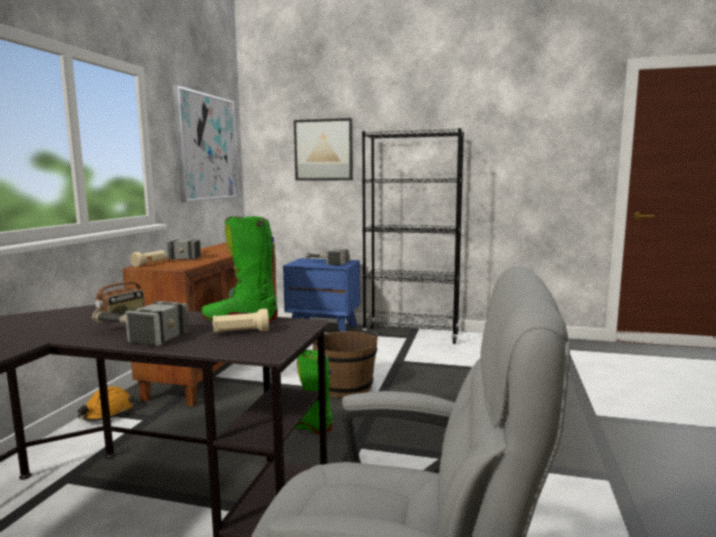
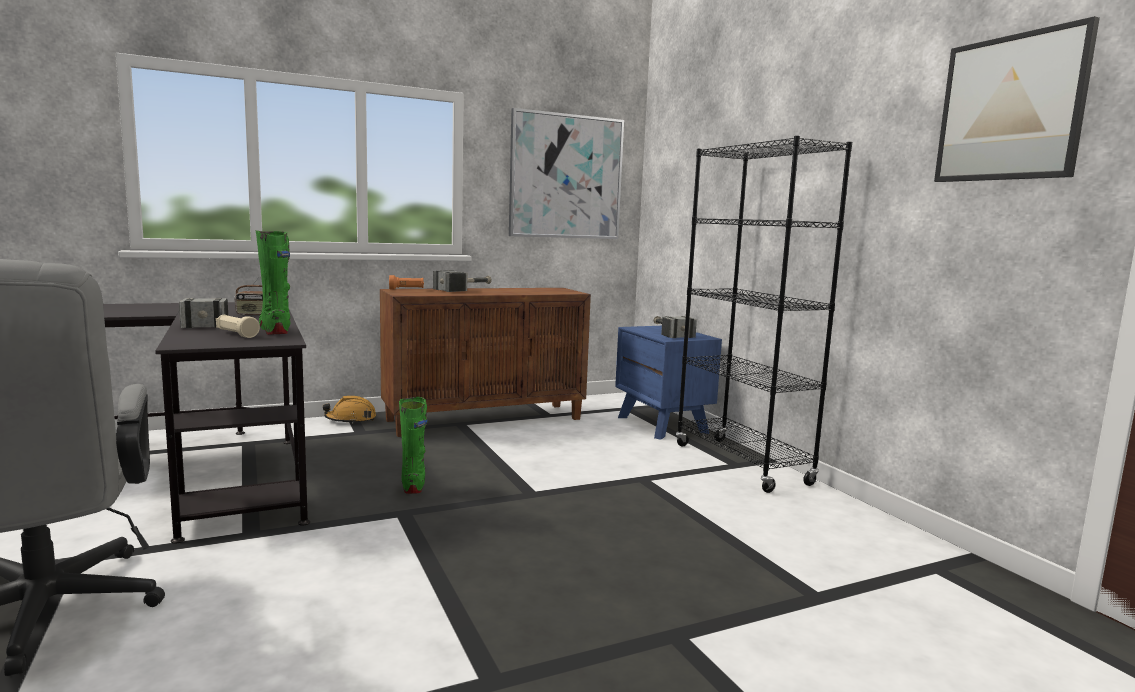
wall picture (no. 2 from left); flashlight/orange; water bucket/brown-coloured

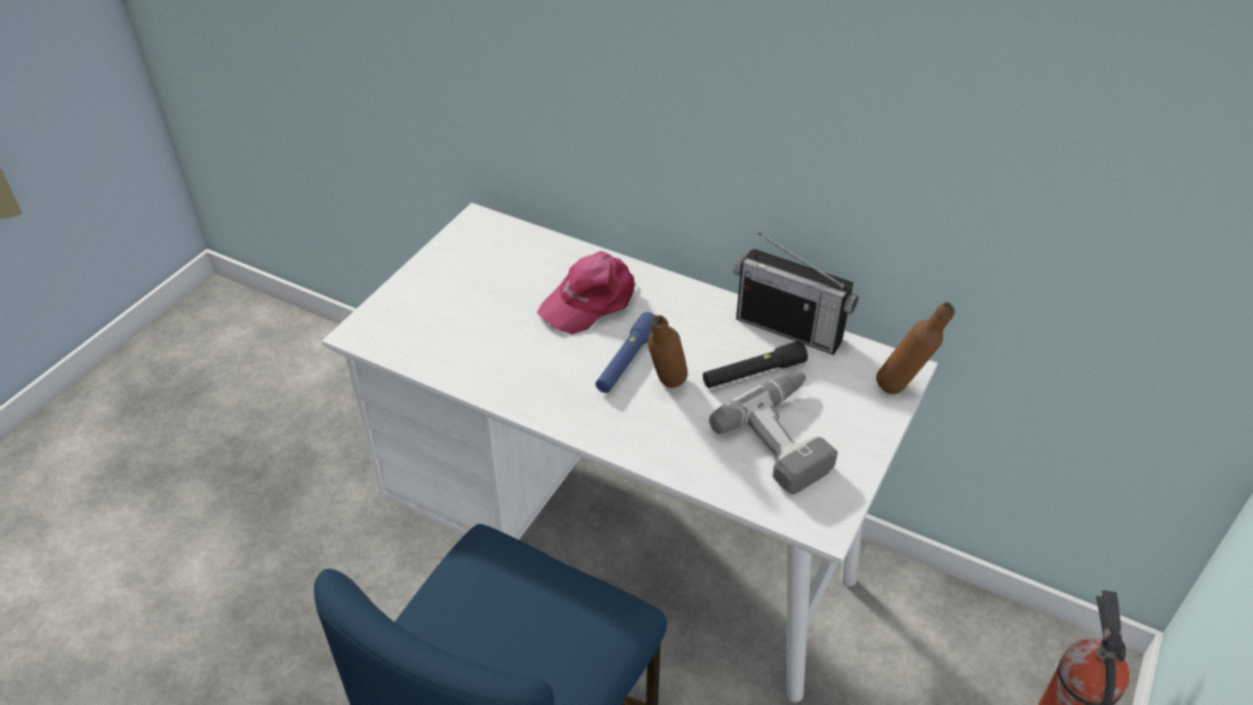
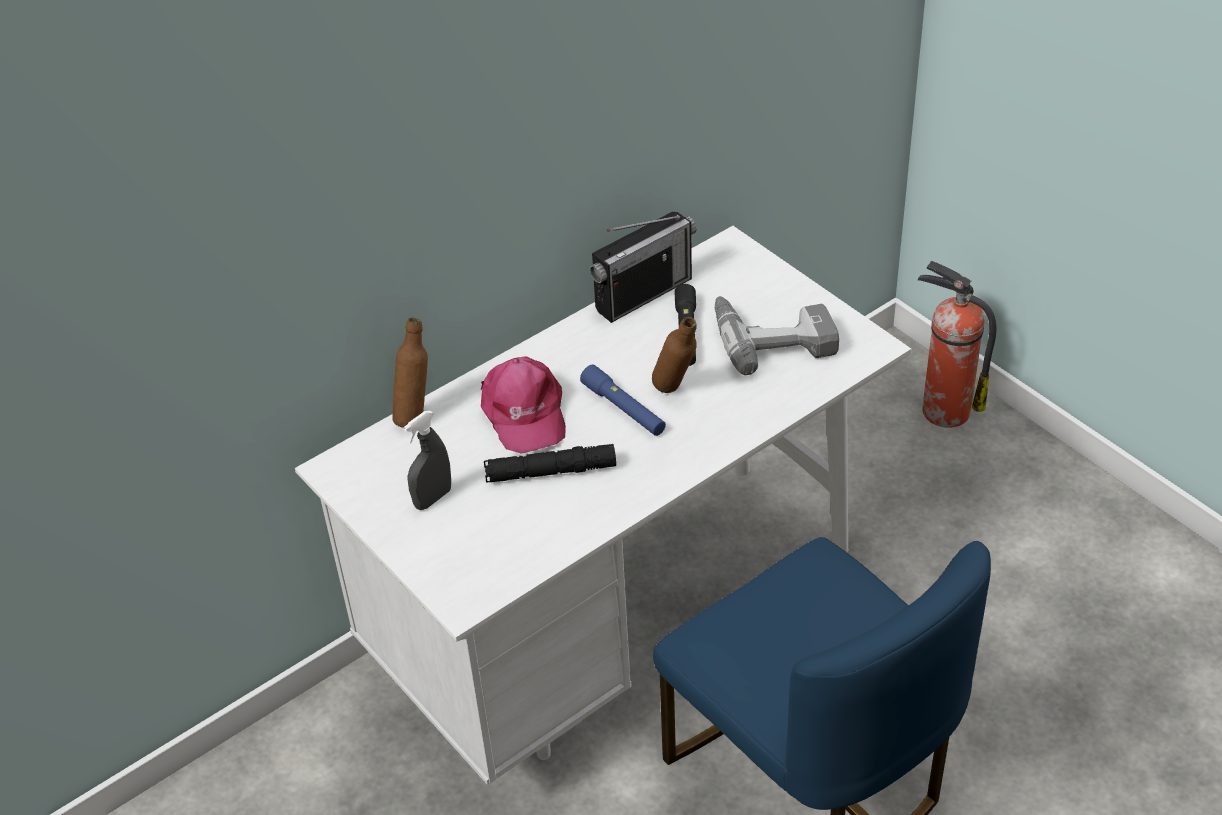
bottle/brown-coloured (no. 1 from left); hand sprayer/gray; flashlight/blackish (no. 1 from left)

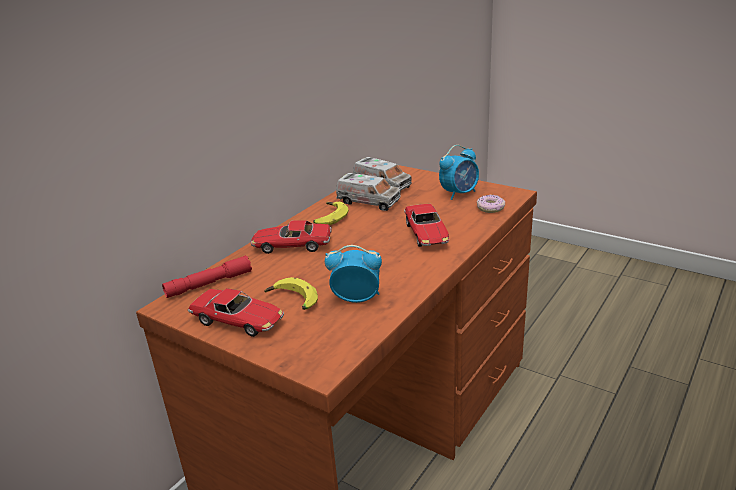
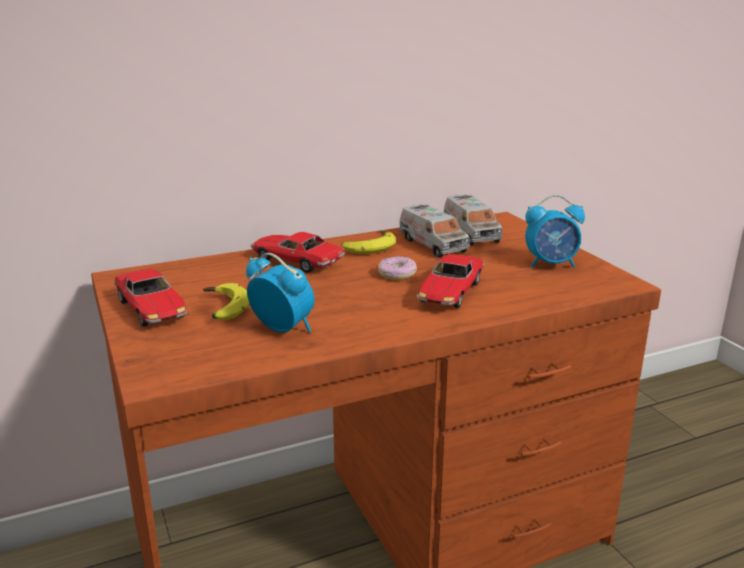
doughnut; flashlight/red

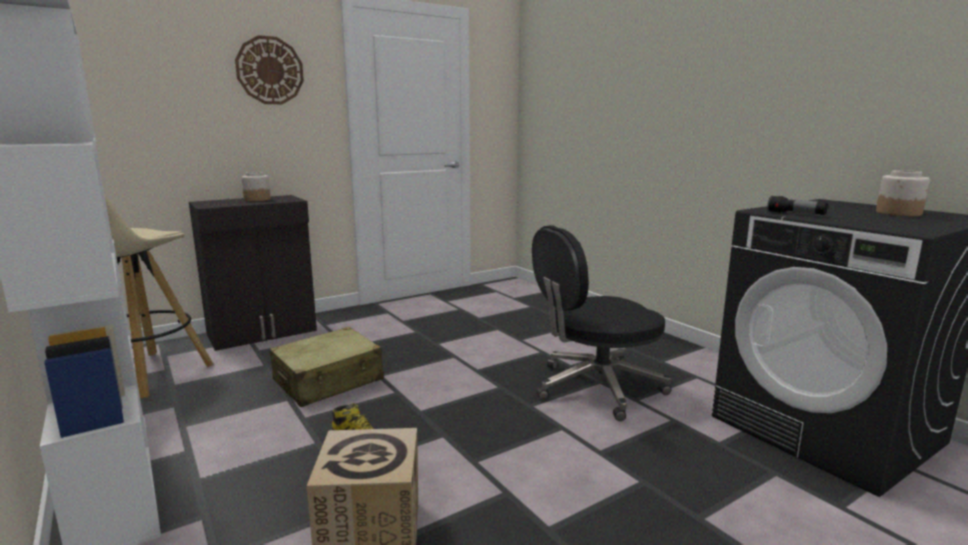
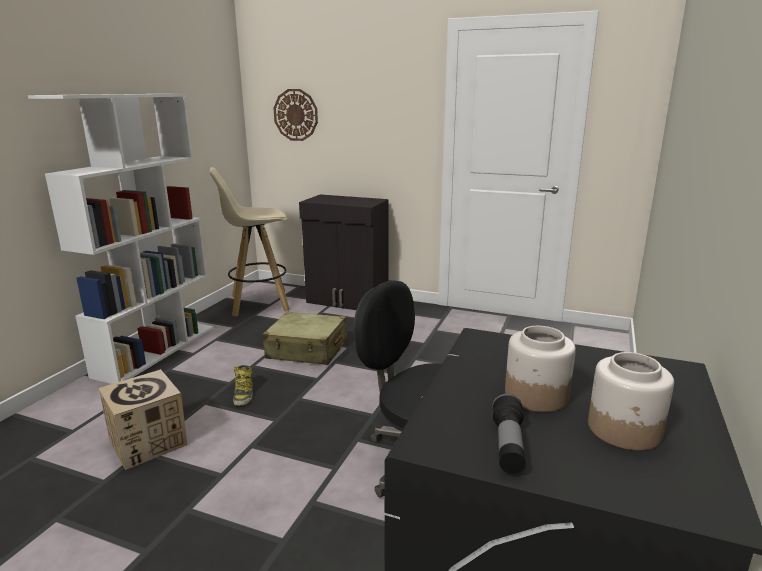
clock on the wall; preserve jar (no. 1 from left); flashlight

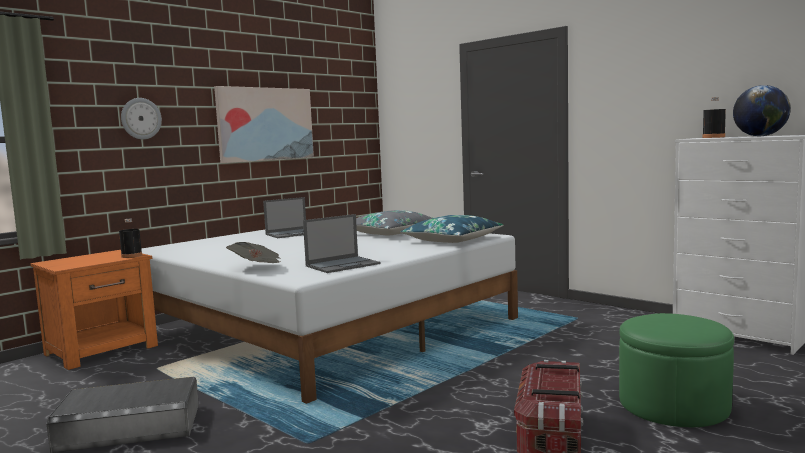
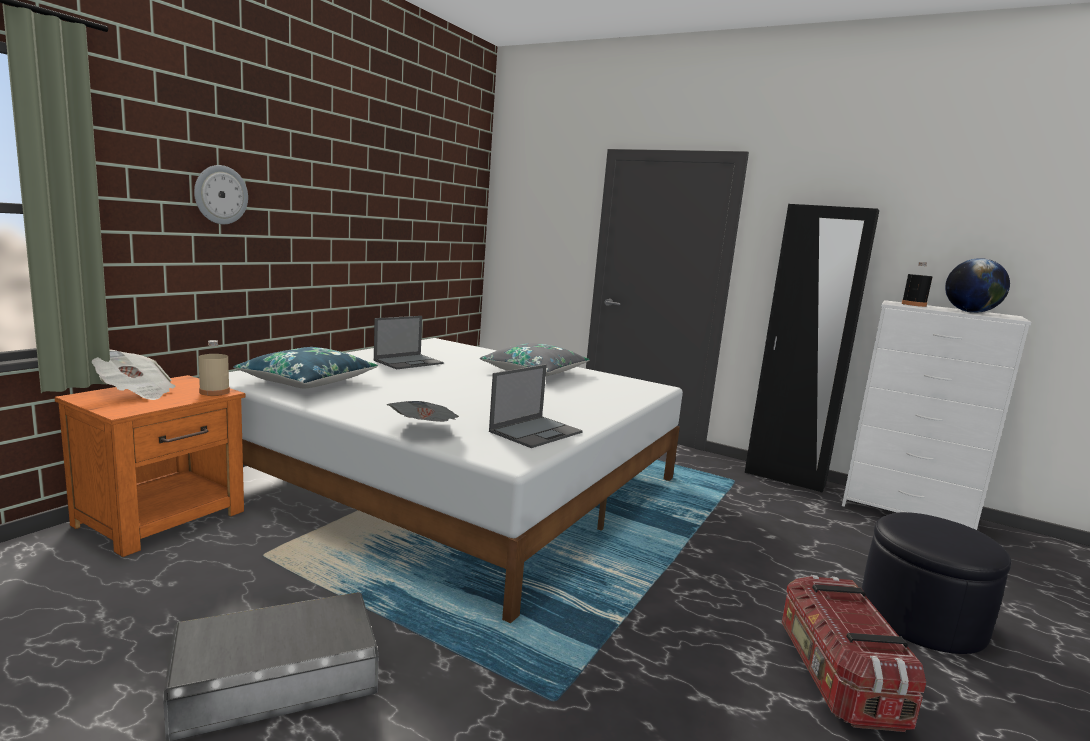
wall picture; cushion/bluish; bottle/sand-coloured; footrest/blackish; armoire/blackish; daily paper (no. 1 from left)

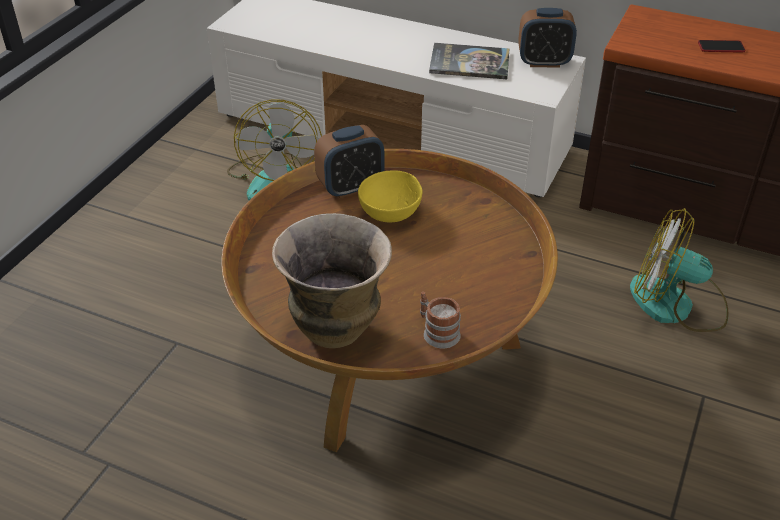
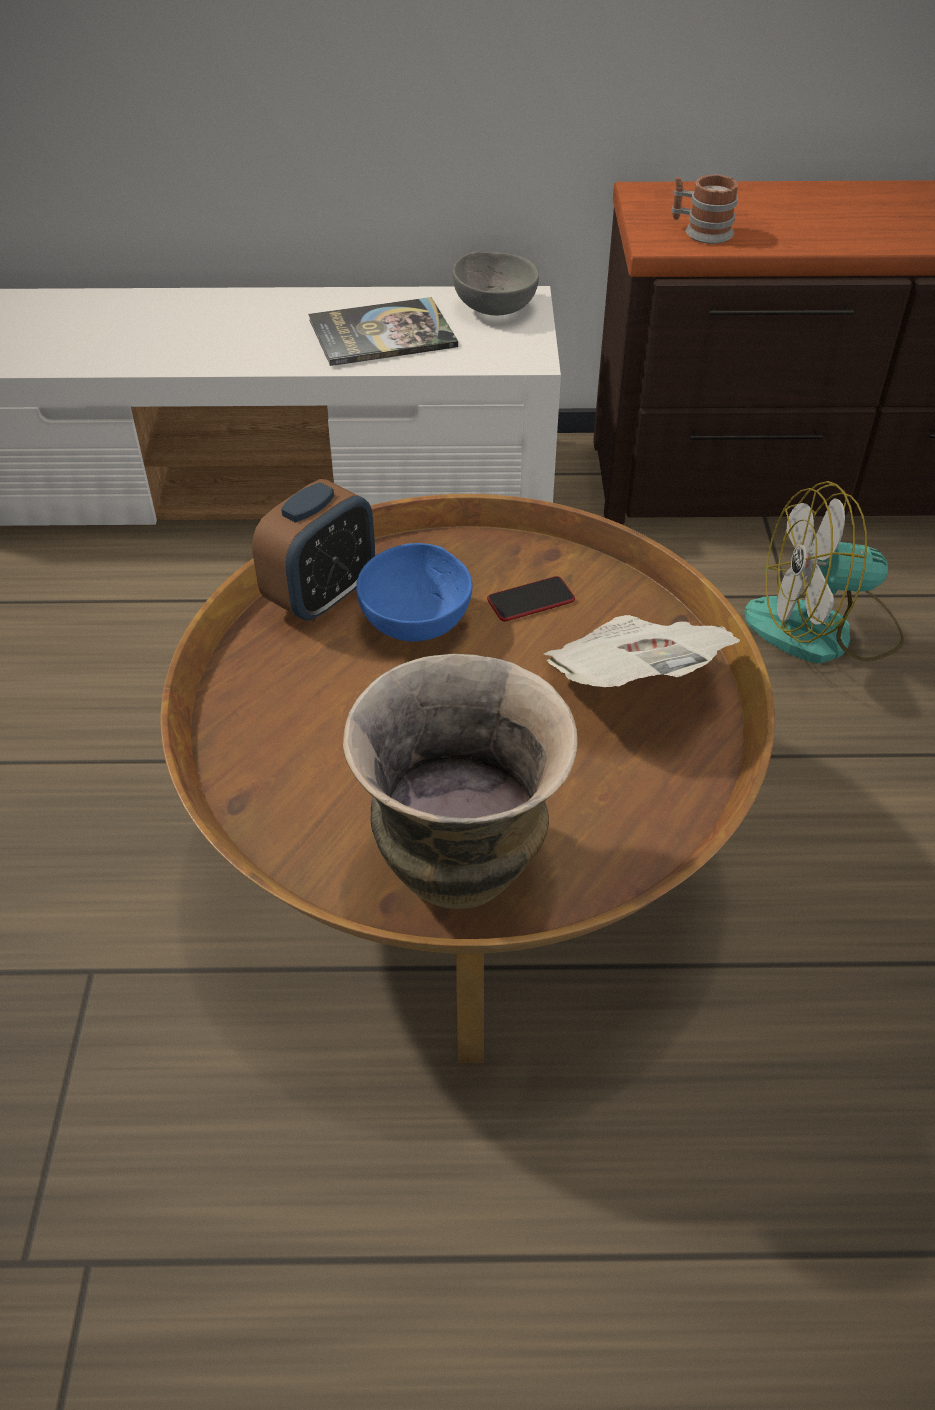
bowl/gray; telephone; cooling fan (no. 1 from left in the first image); bowl/bluish; coffee mug; daily paper

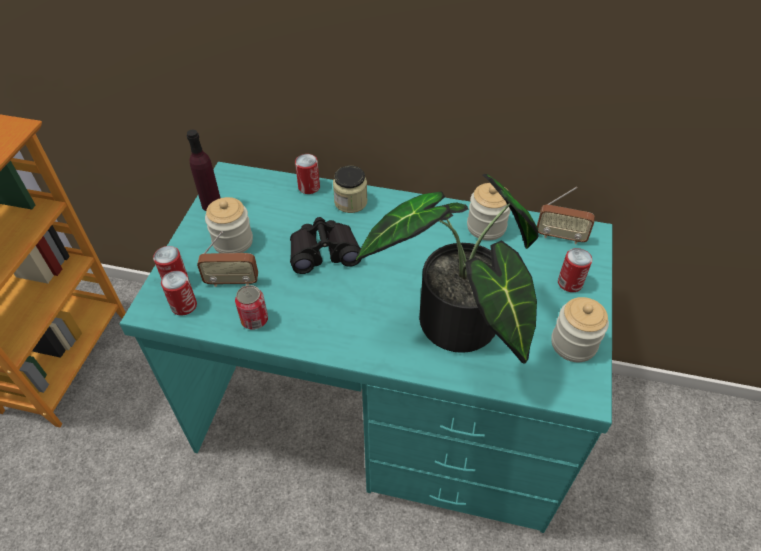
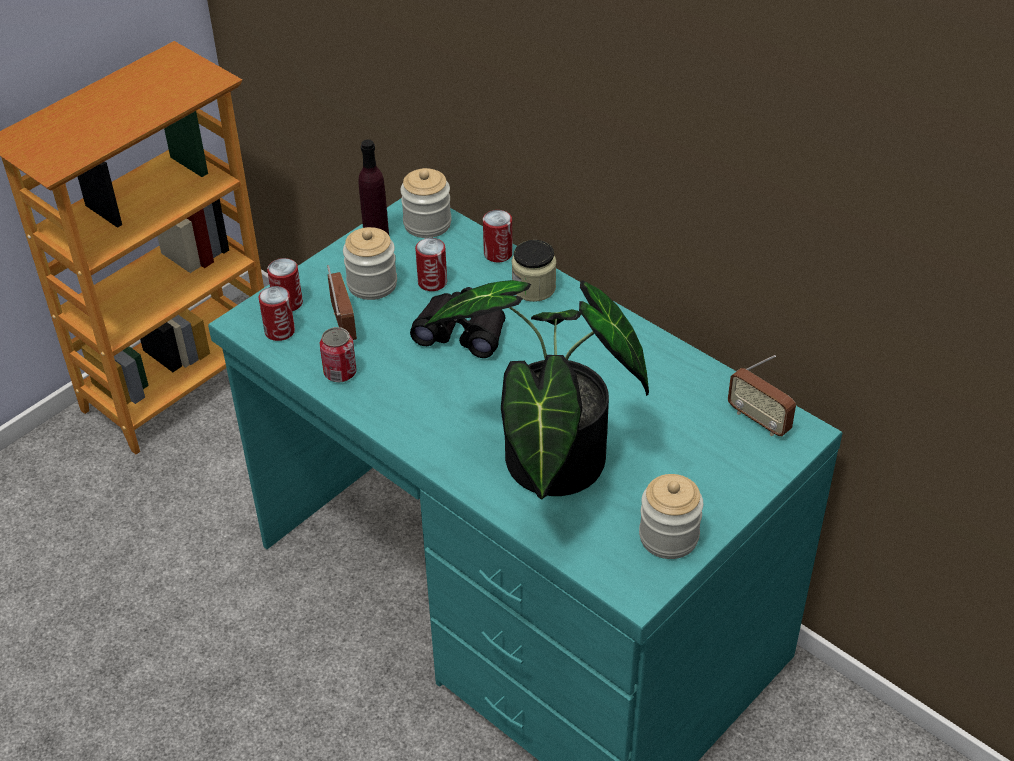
preserve jar (no. 2 from left); radio set (no. 1 from left); can (no. 4 from left)

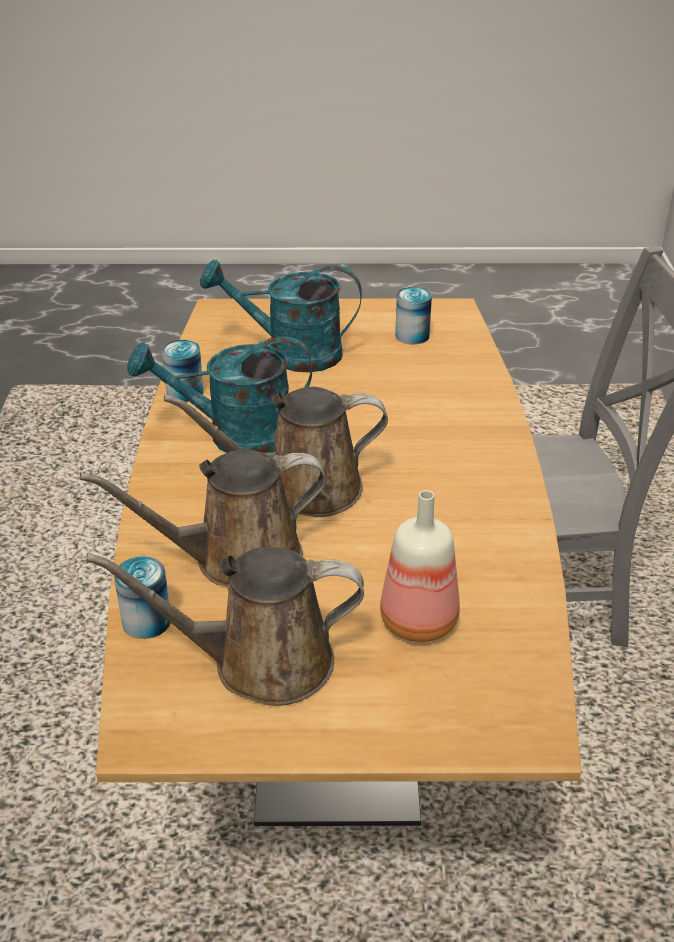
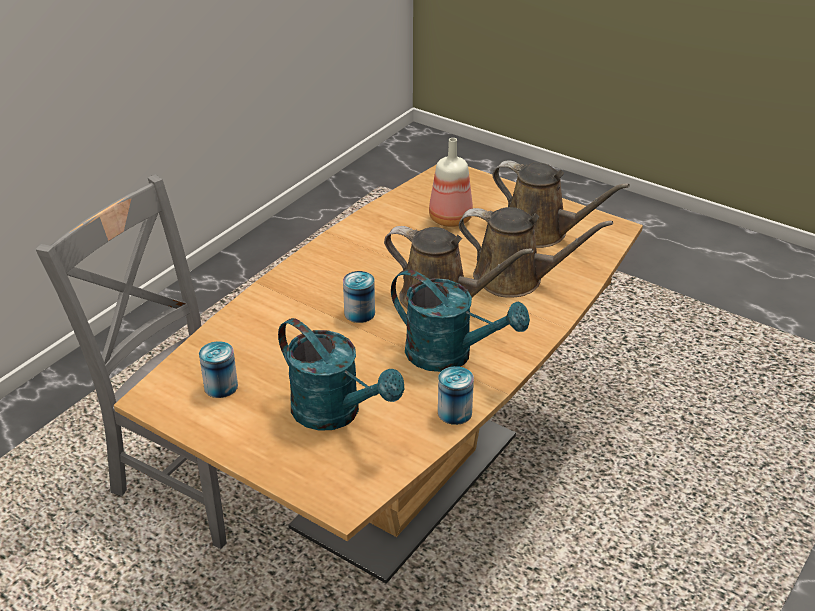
can (no. 2 from left)

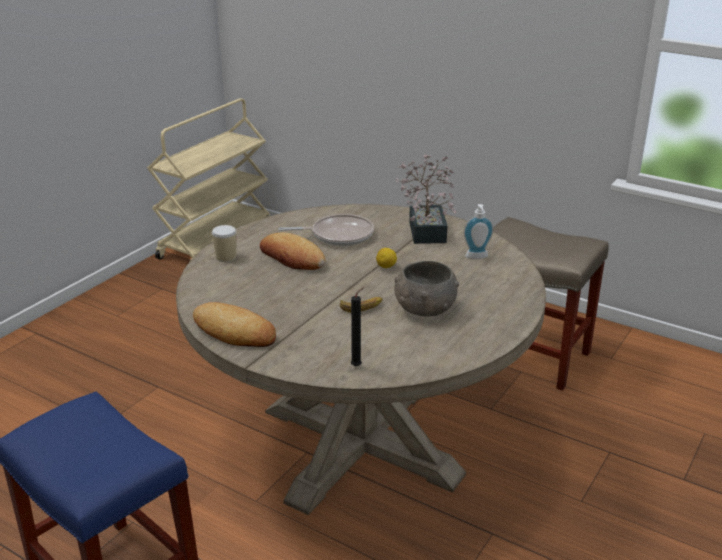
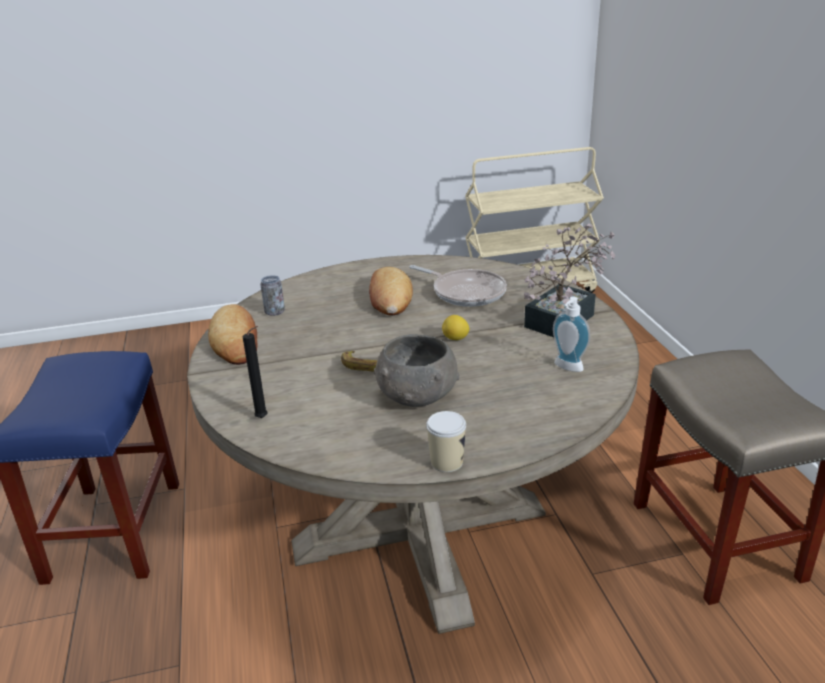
drinking cup; can

